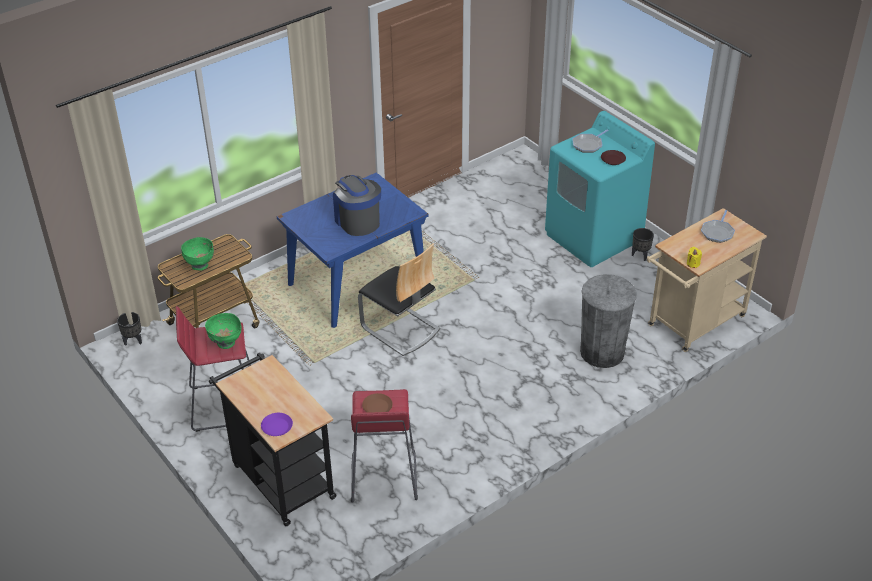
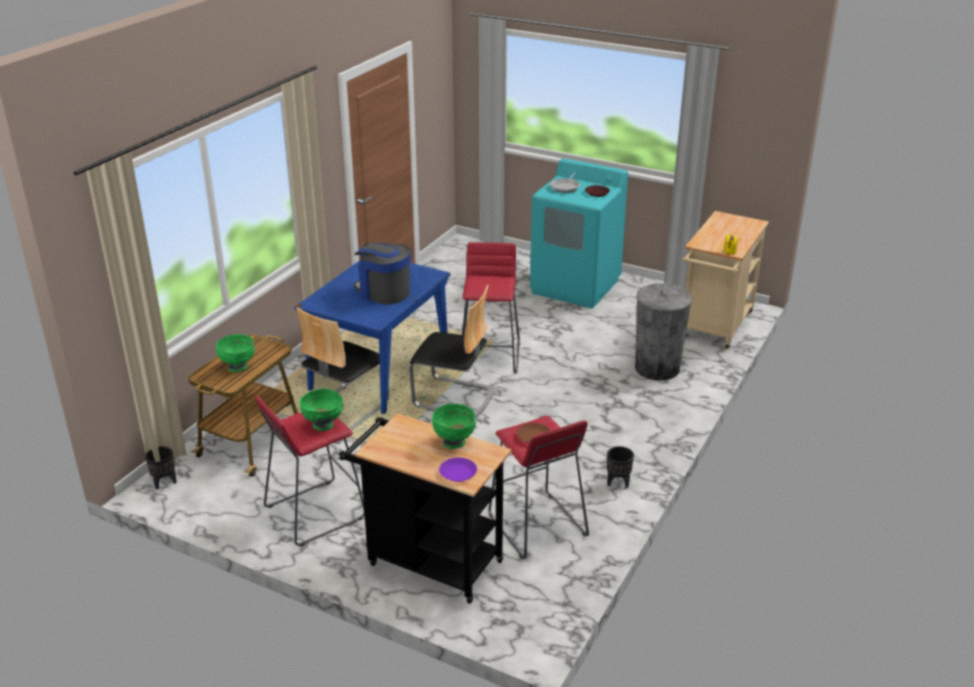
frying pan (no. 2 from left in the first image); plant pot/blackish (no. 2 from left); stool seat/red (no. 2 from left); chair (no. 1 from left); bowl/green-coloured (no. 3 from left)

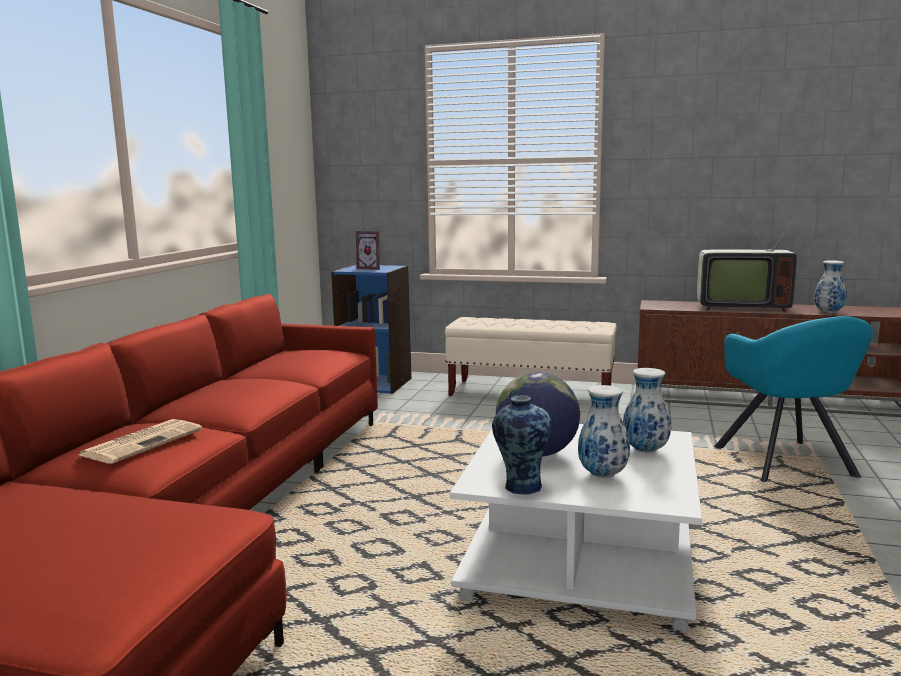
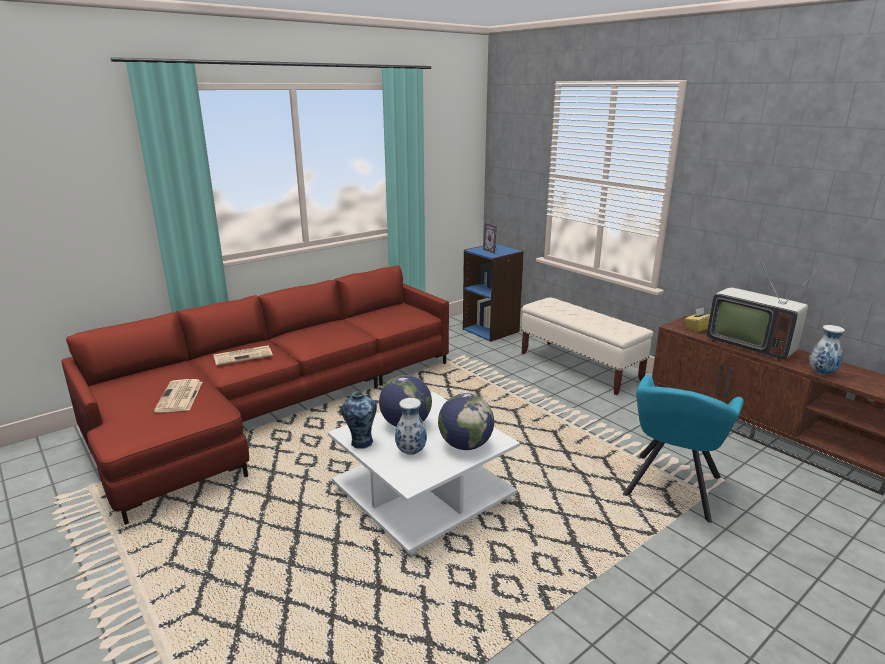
world globe (no. 2 from left); tissue holder/yellow; daily paper (no. 1 from left)

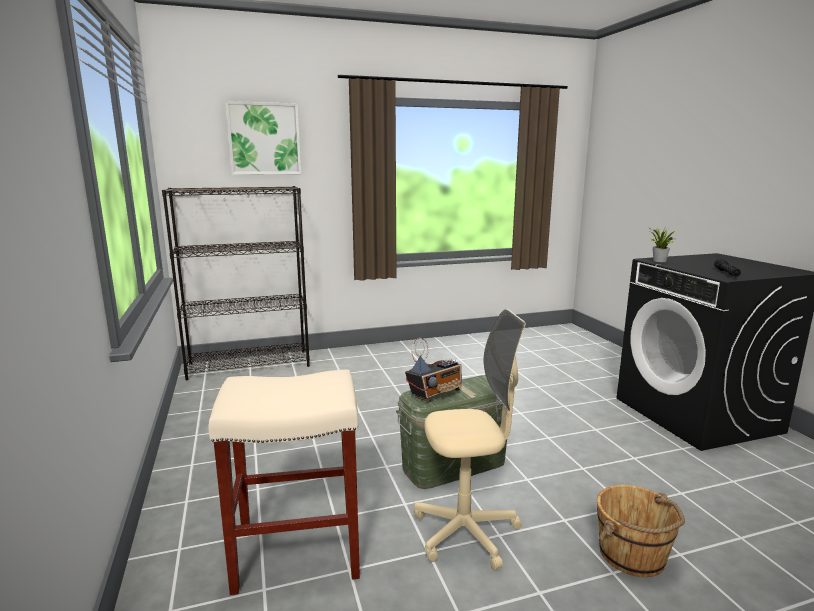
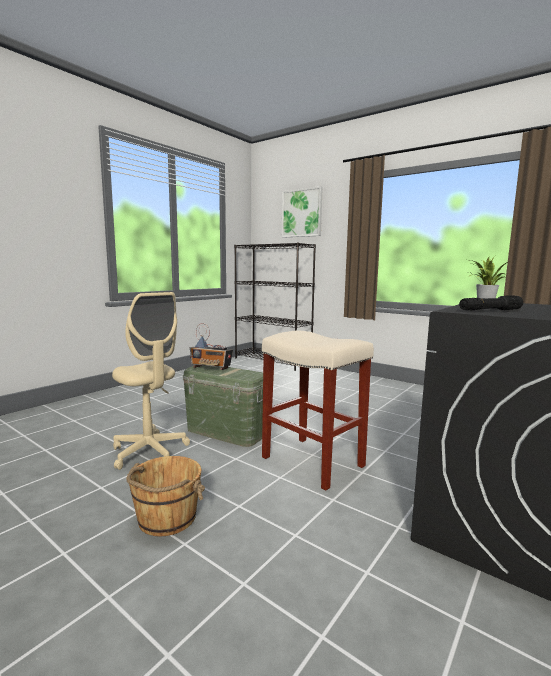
stool seat/sand-coloured

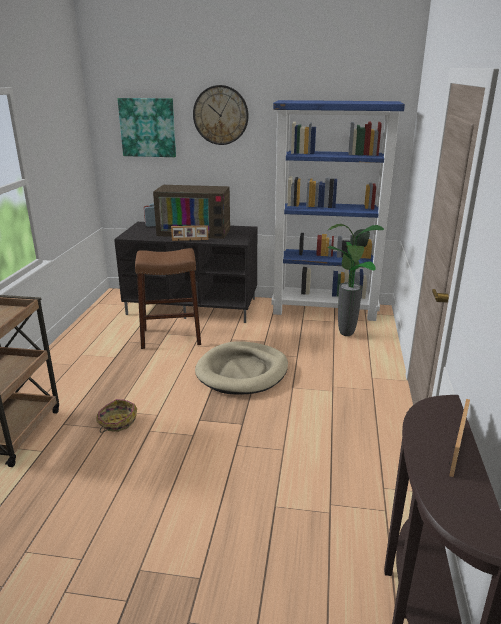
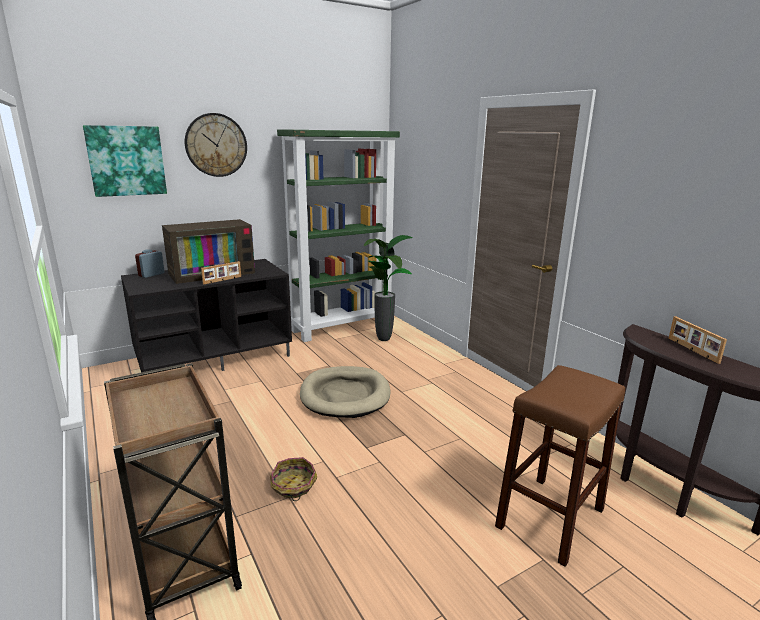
bookcase/green-coloured; stool seat/brown-coloured

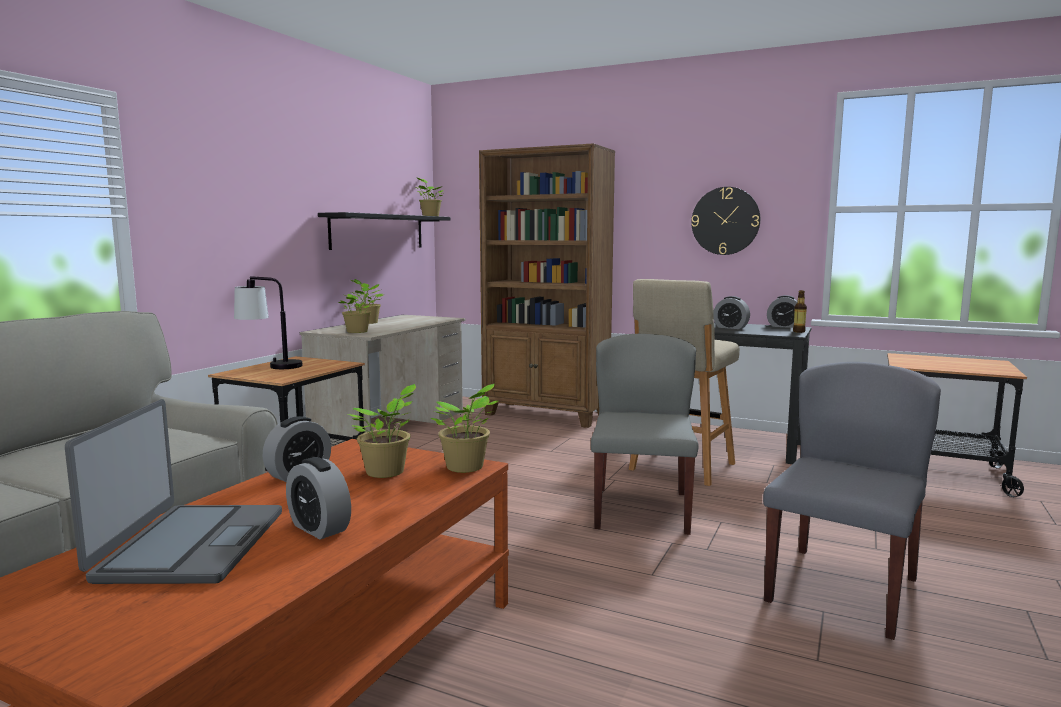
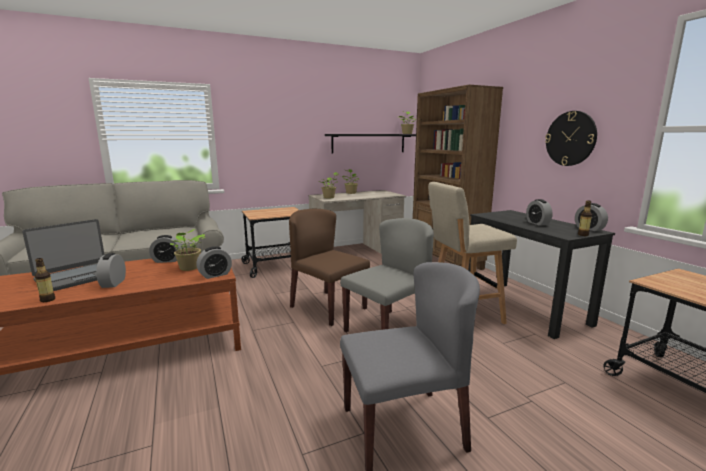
tabletop lamp; alarm clock (no. 3 from left); chair/brown-coloured; bottle (no. 1 from left)

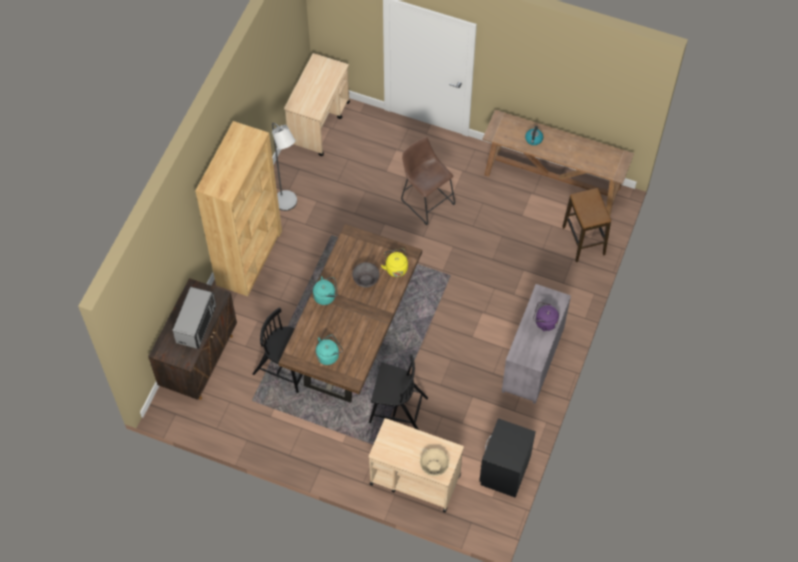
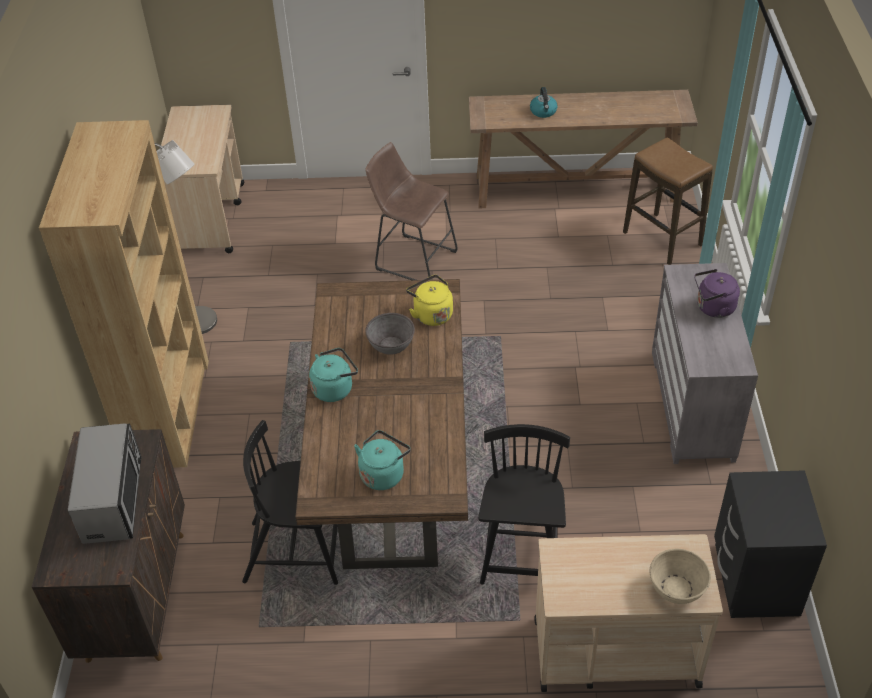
chair/blackish (no. 2 from left)

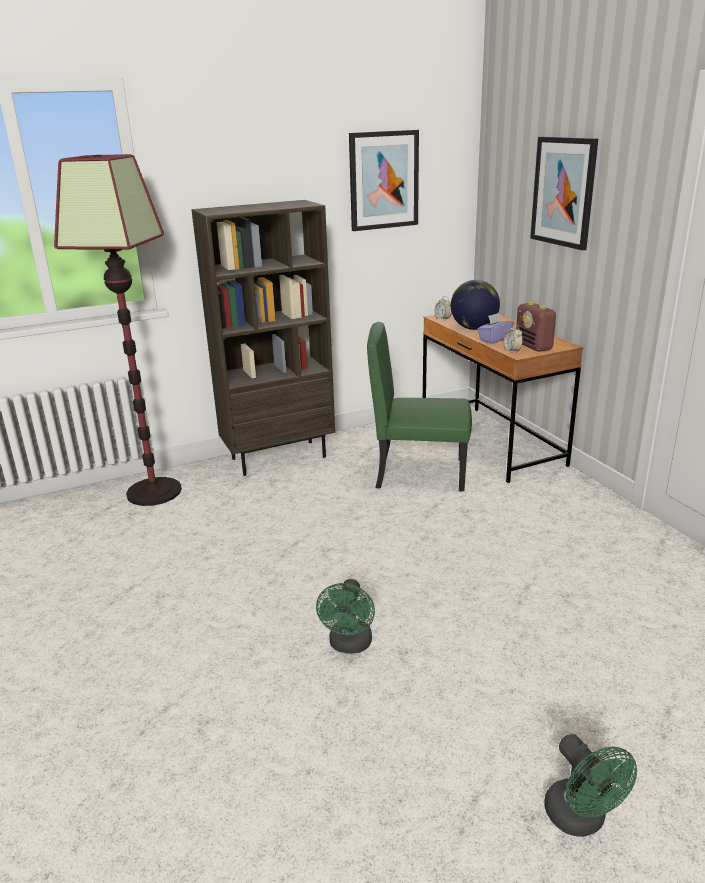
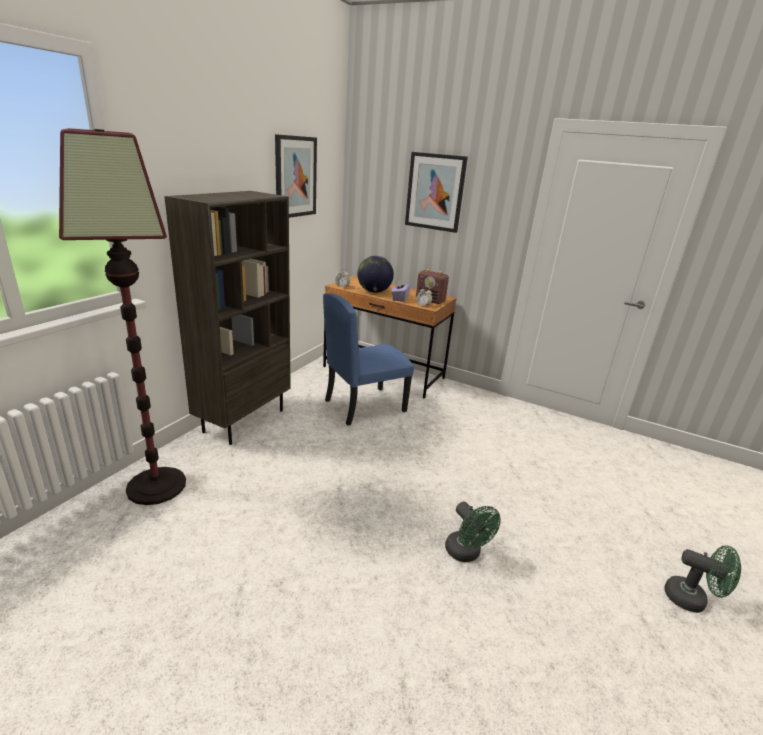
chair/bluish

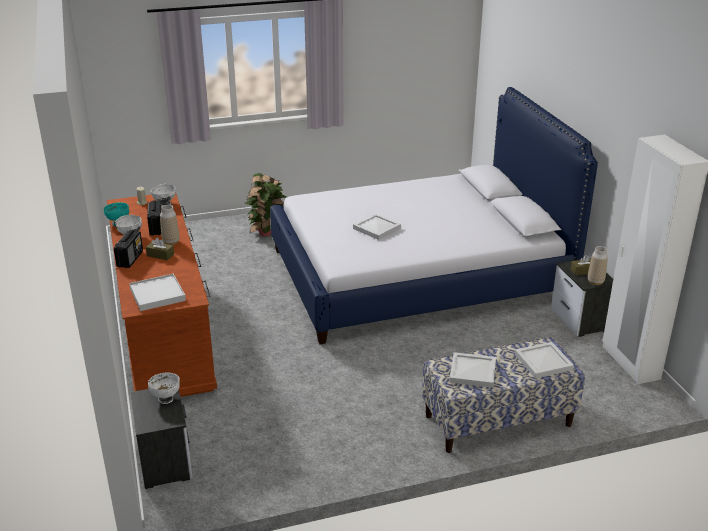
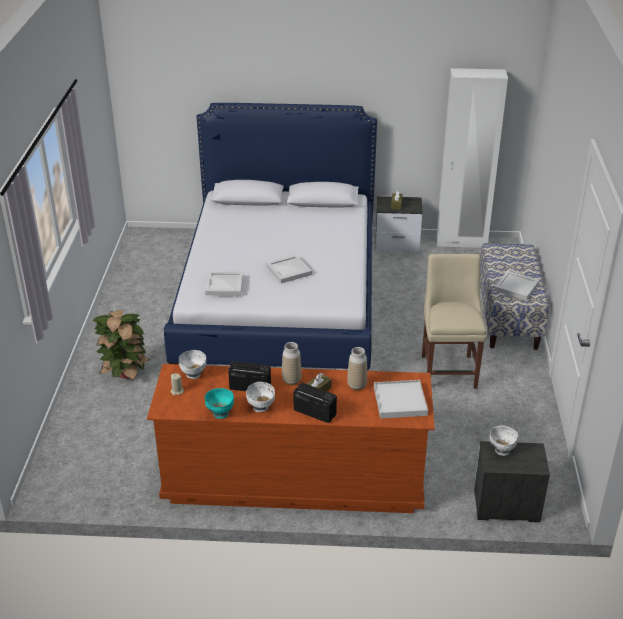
vase (no. 2 from left); tray/whitish (no. 1 from left); chair/sand-coloured

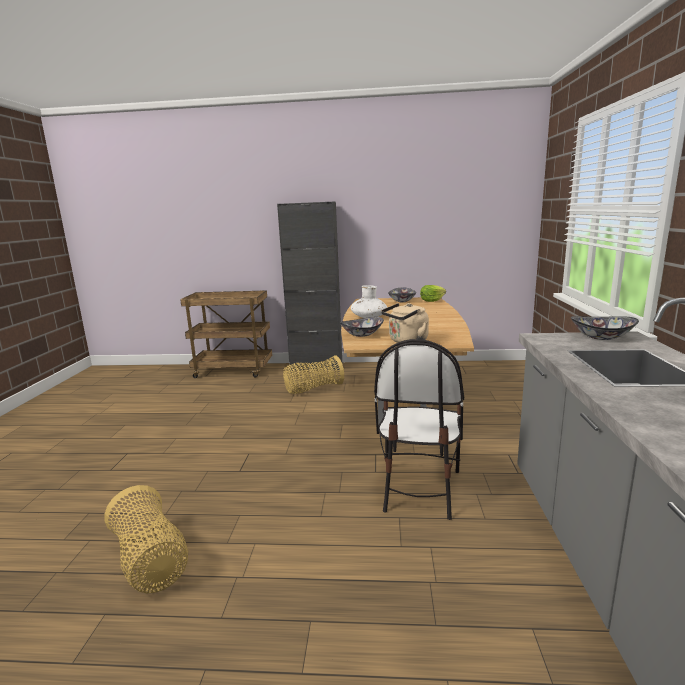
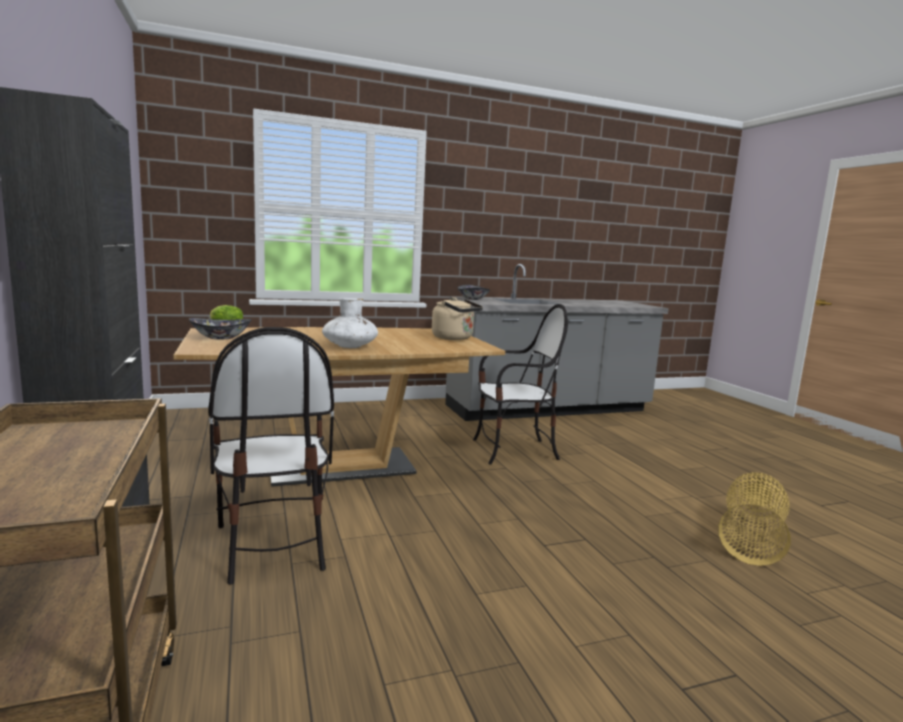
bowl (no. 1 from left in the first image); chair (no. 1 from left)

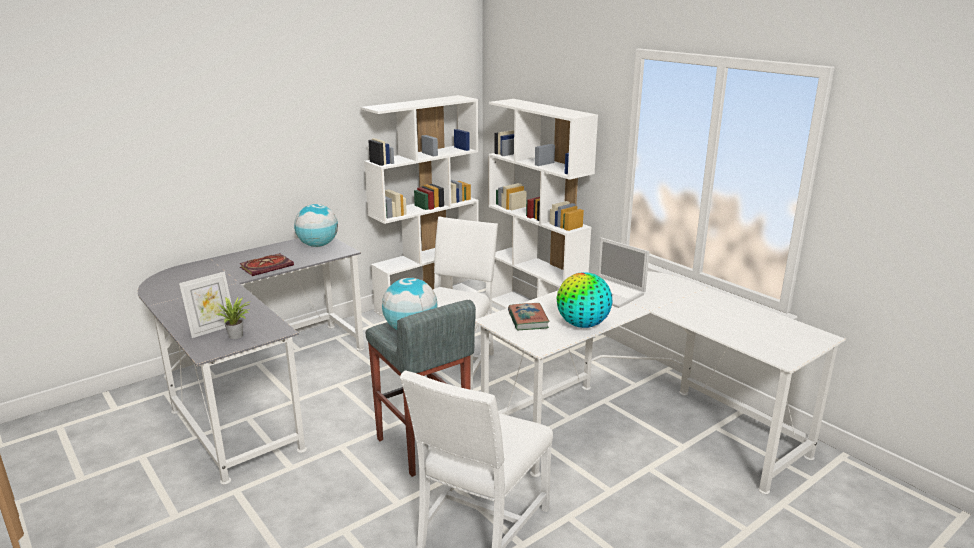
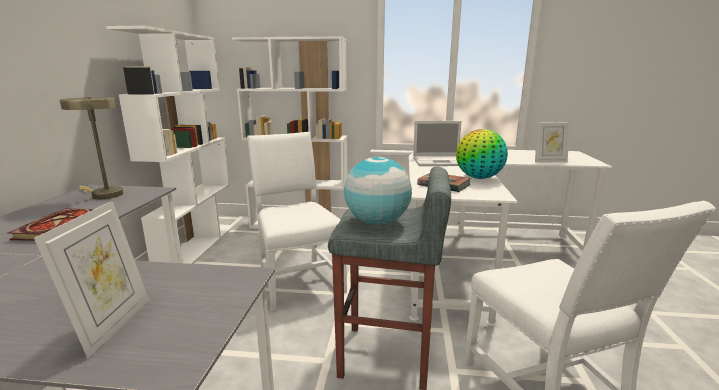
tabletop lamp/sand-coloured; plant in a pot; picture frame (no. 2 from left)

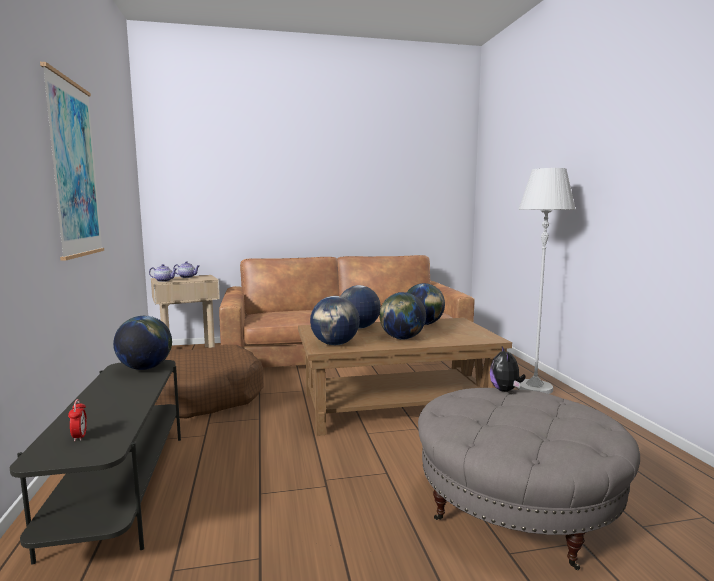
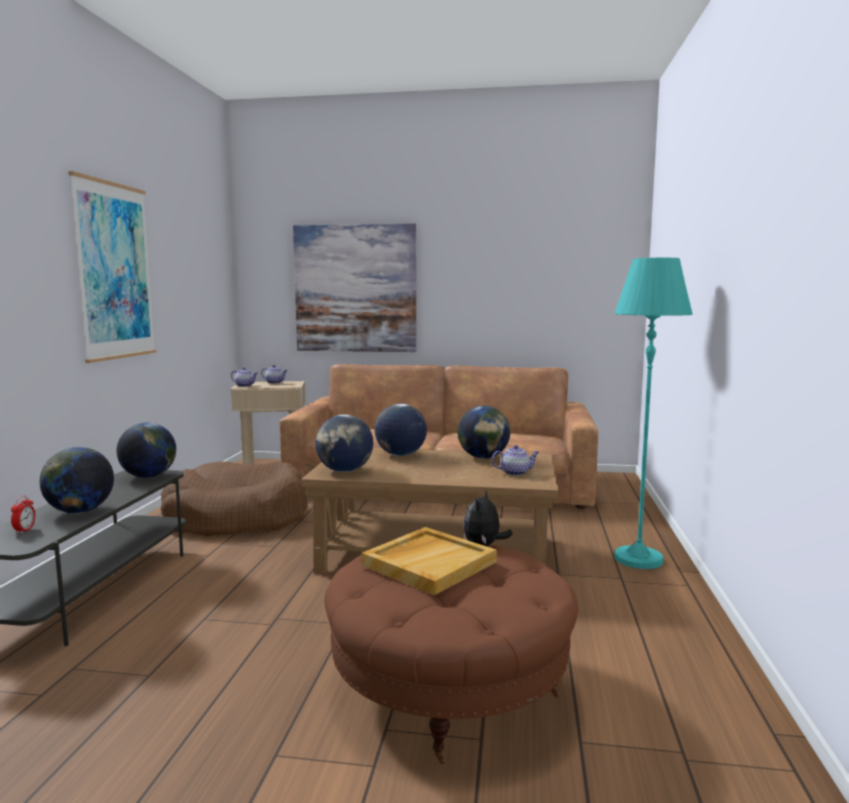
standard lamp/turquoise-coloured; world globe (no. 1 from left); footrest/brown-coloured; wall picture (no. 2 from left); teapot (no. 3 from left); tray/sand-coloured

